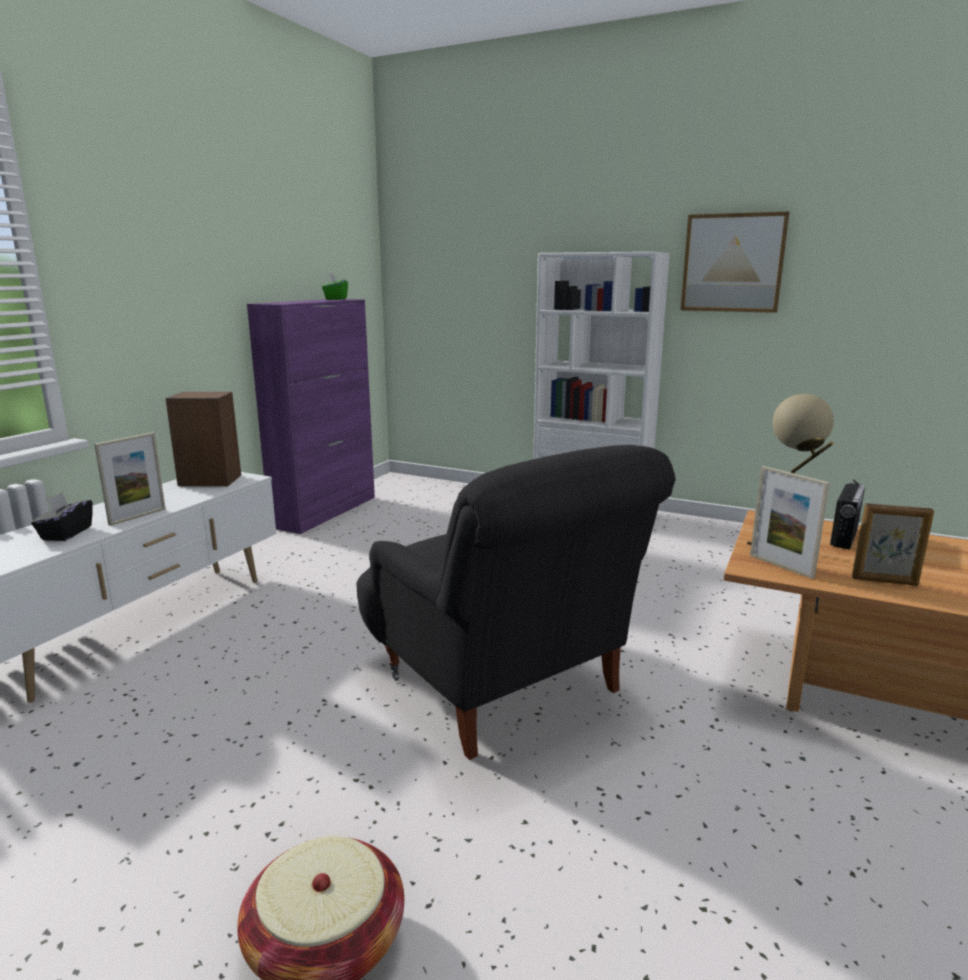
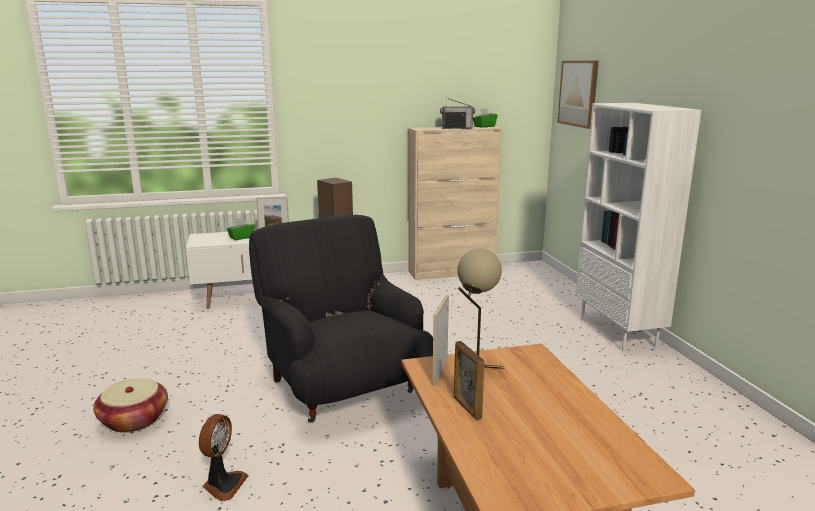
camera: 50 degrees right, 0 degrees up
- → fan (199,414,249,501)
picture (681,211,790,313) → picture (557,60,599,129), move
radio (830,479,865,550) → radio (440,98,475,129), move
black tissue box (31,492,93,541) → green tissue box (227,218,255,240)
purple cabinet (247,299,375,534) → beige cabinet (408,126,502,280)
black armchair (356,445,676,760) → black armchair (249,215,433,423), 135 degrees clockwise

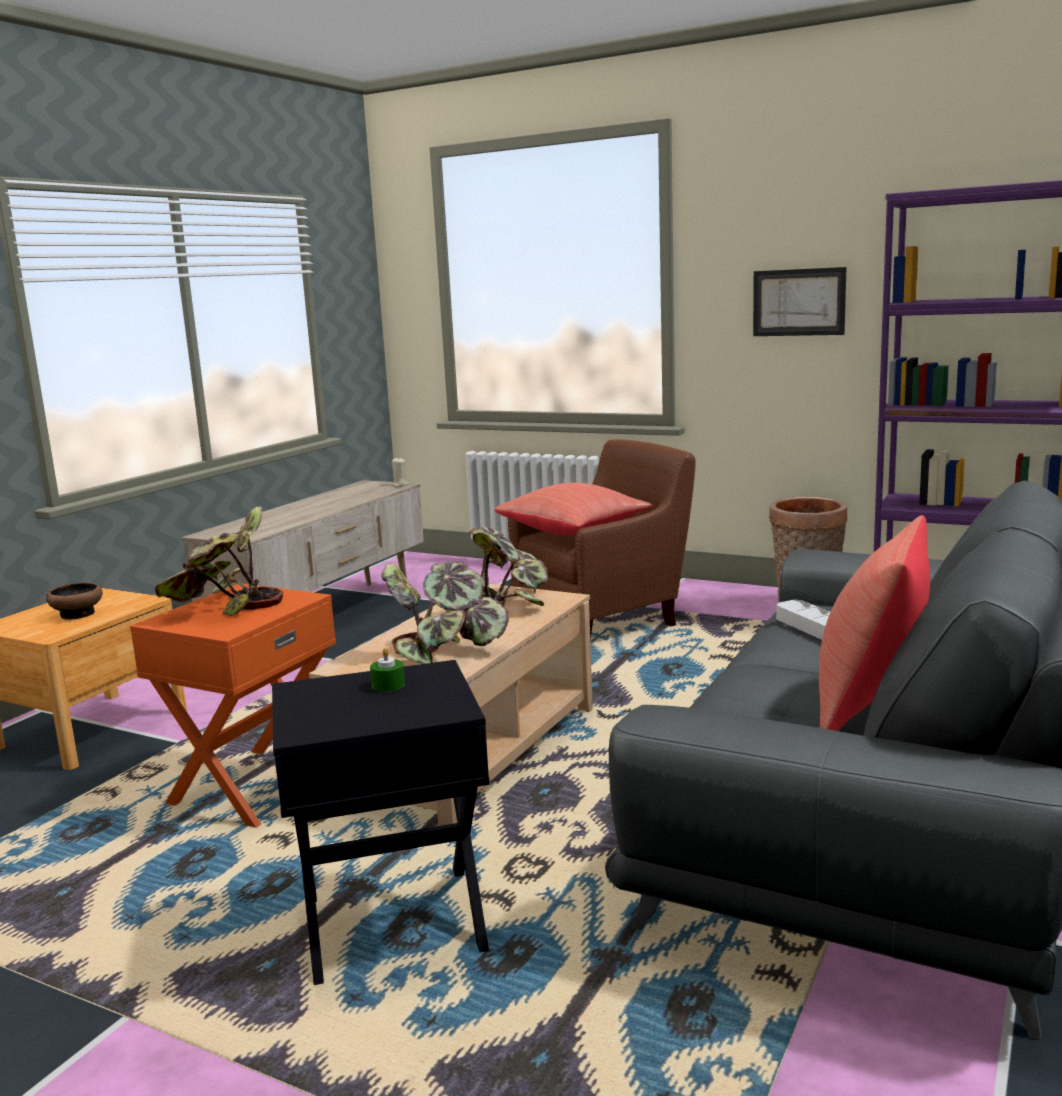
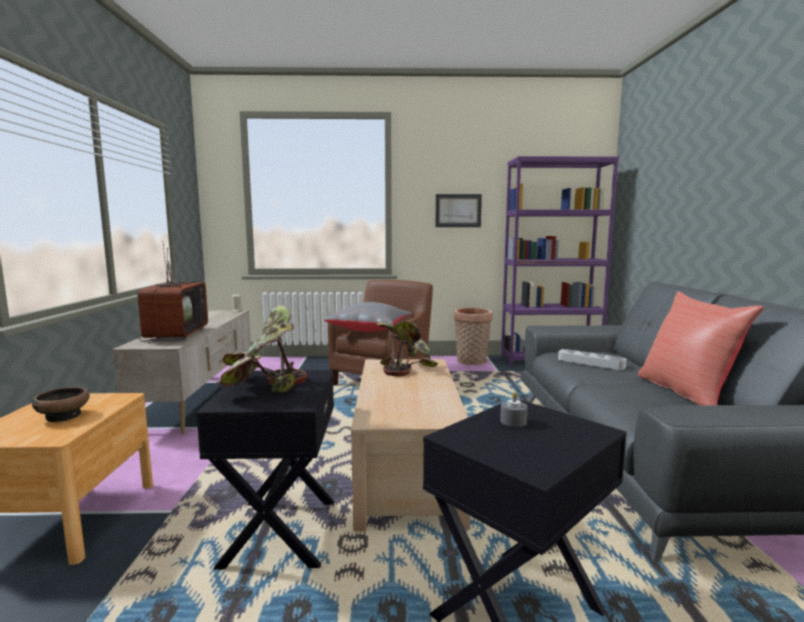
camera: 30 degrees left, 5 degrees down
potted plant (381,561,509,664) → -
- → television (138,241,208,342)
orange side table (130,583,336,828) → black side table (196,370,334,570)
green candle (370,648,405,692) → grey candle (500,392,528,427)
red pillow (494,483,654,535) → grey pillow (324,302,412,332)

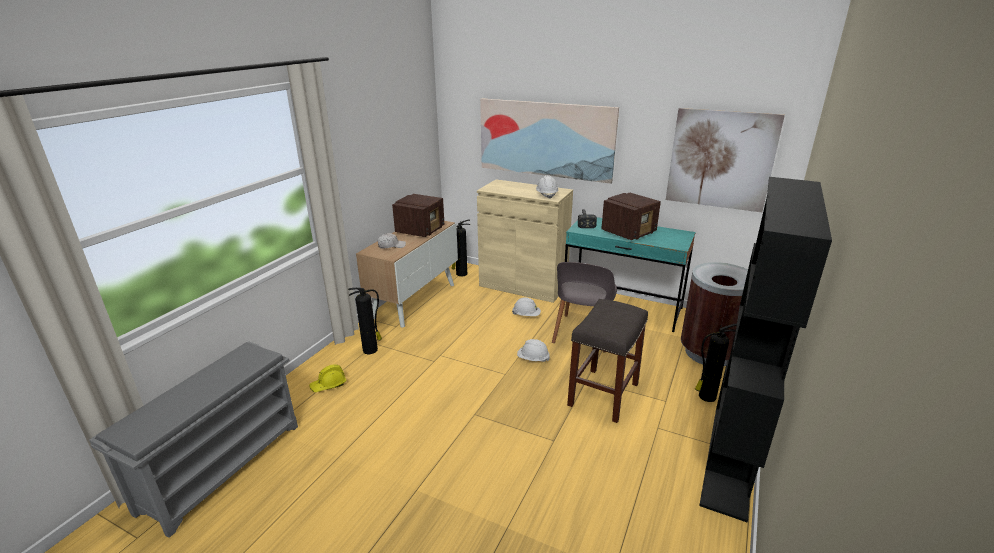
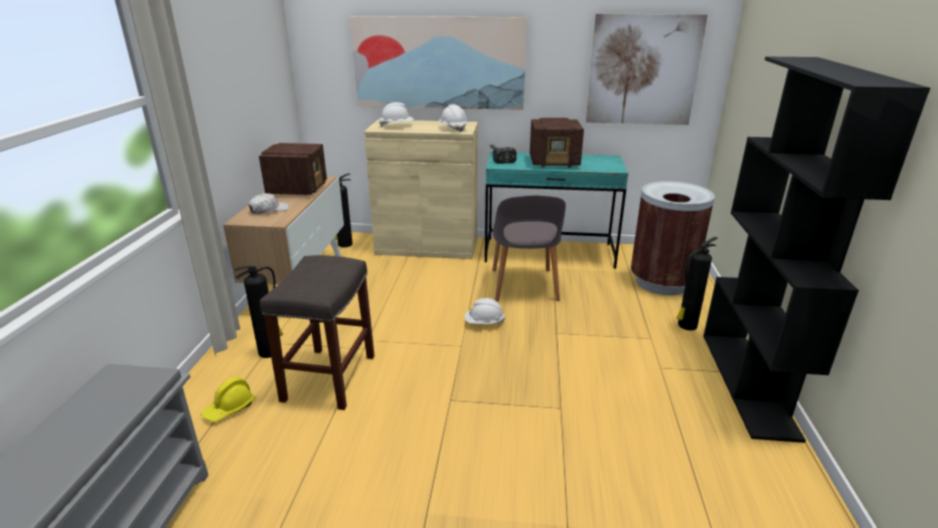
camera: 20 degrees left, 0 degrees up
white hard hat (512,297,541,316) → white hard hat (379,102,414,126), move
grey stool (567,299,648,423) → grey stool (260,255,375,410), move
radio (601,193,661,240) → radio (530,118,584,168), 60 degrees clockwise

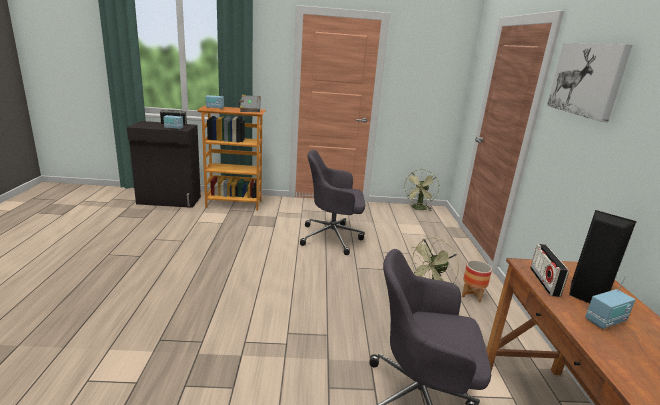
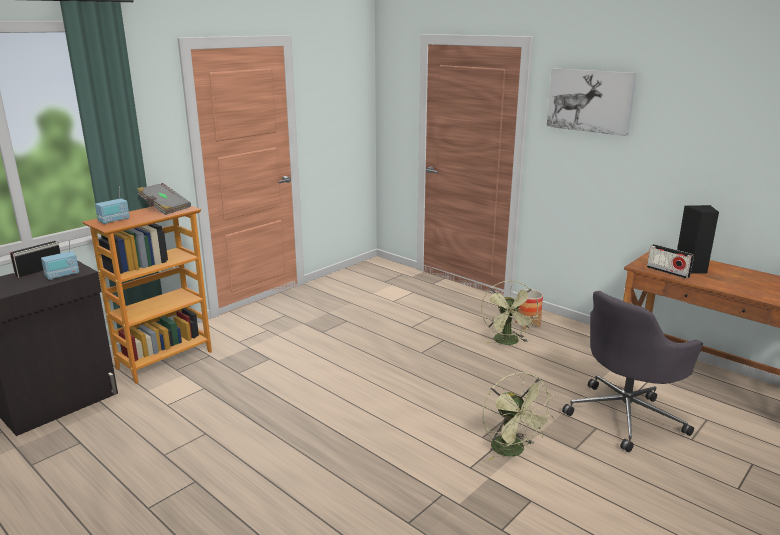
camera: 45 degrees left, 0 degrees up
grey office chair (300,150,365,255) → -
radio (585,276,636,329) → -
green fan (404,169,439,211) → green fan (482,372,555,461), move

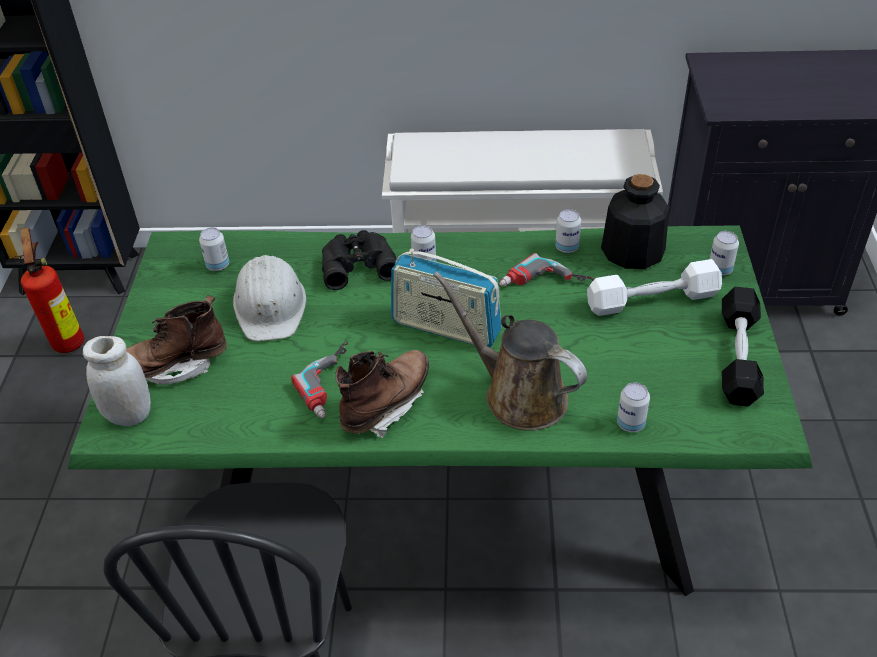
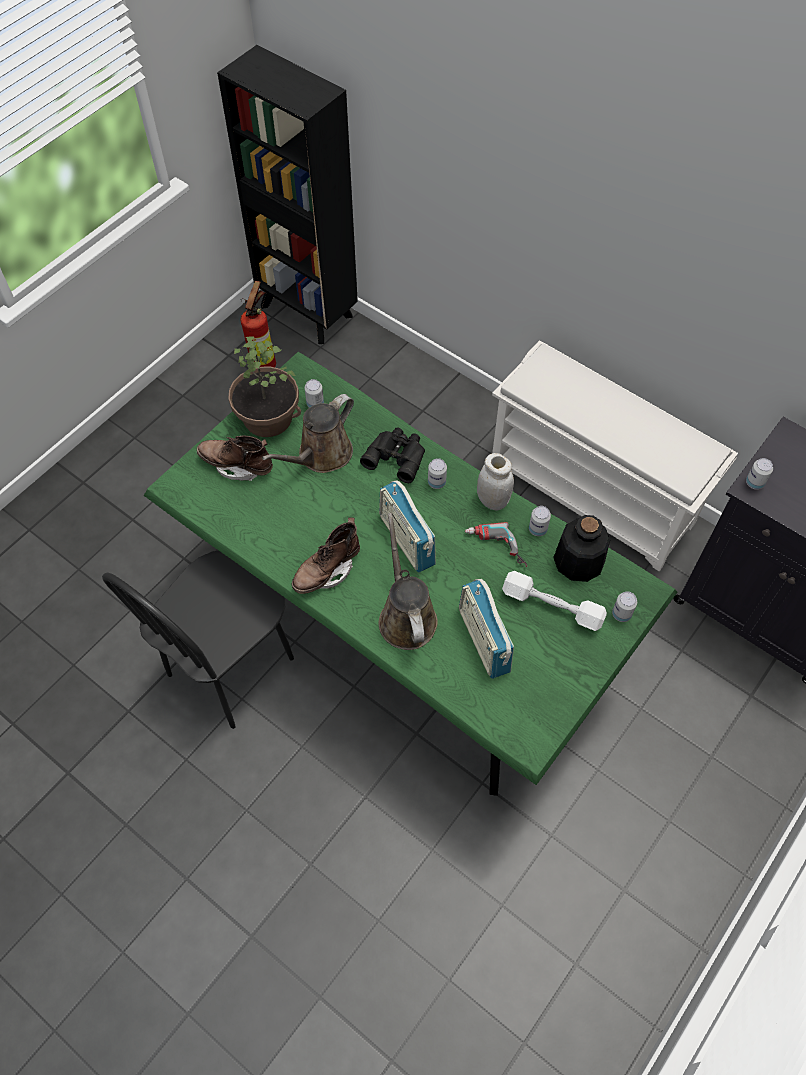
camera: 35 degrees right, 15 degrees up
power drill (291,342,348,418) → -
black dumbbell (722,287,764,407) → -
- → potted plant (228,336,301,437)
- → radio (459,579,514,679)
white jar (83,336,151,426) → white jar (477,453,514,511), move
can (617,382,650,432) → can (746,458,773,490), move
white hard hat (233,255,306,341) → brown watering can (262,394,354,473)
brown boot (336,350,429,438) → brown boot (291,517,360,594), 150 degrees clockwise

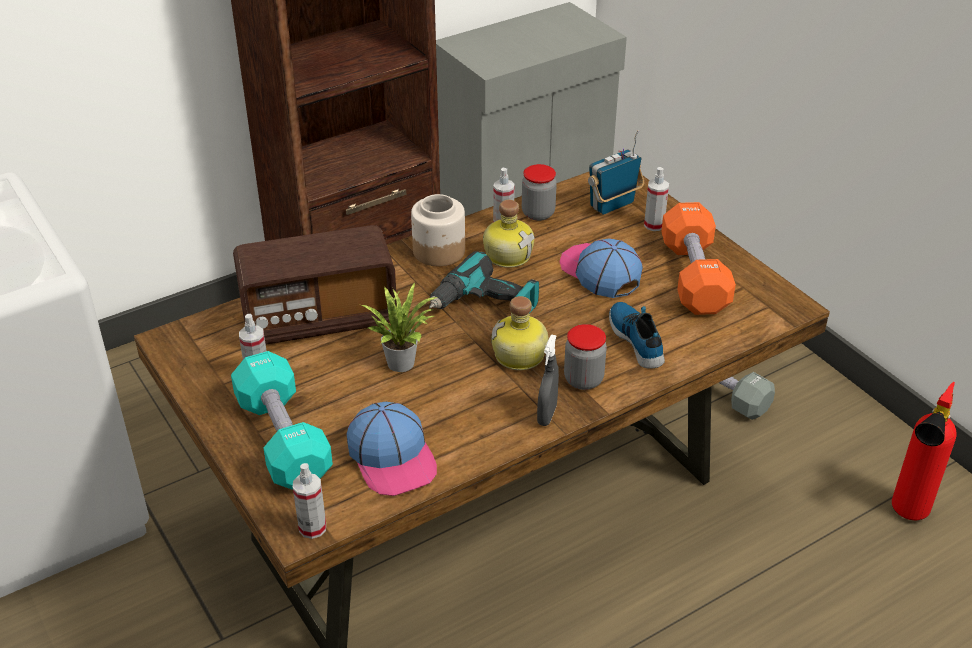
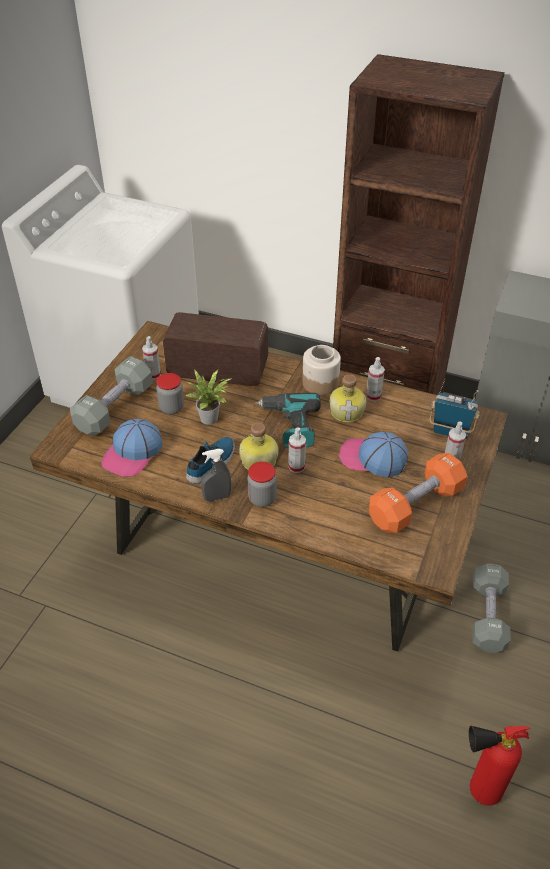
camera: 55 degrees right, 5 degrees up
spray bottle (293,463,326,539) → spray bottle (288,427,306,473), move
jar (522,164,557,221) → jar (156,373,184,414), move
shoe (609,302,665,369) → shoe (186,437,235,484), move
turquoise dumbbell (231,351,333,490) → grey dumbbell (70,356,153,436)
radio (233,225,397,345) → radio (163,312,268,386), 150 degrees clockwise
cap (559,238,643,298) → cap (339,431,408,478), 90 degrees counterclockwise

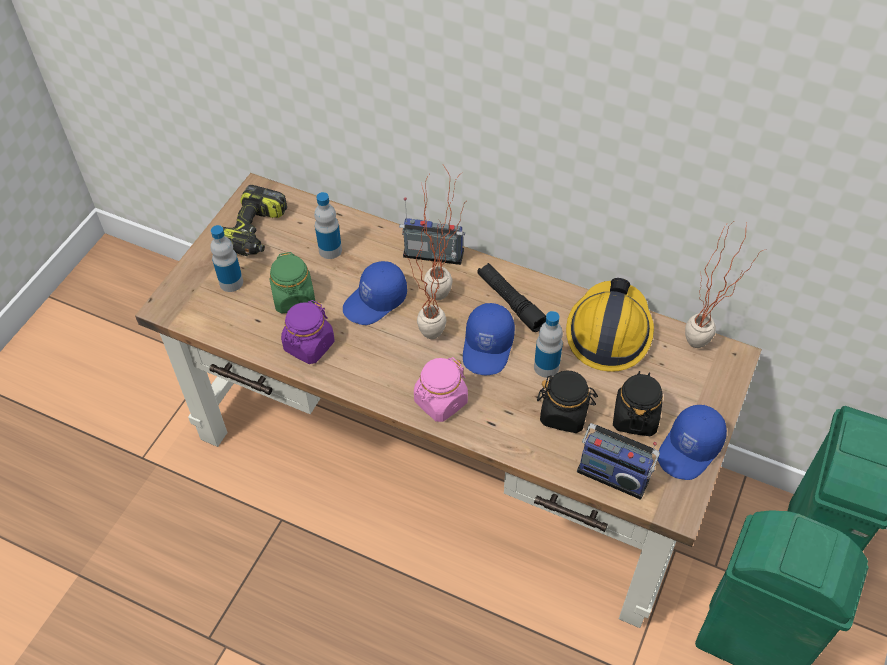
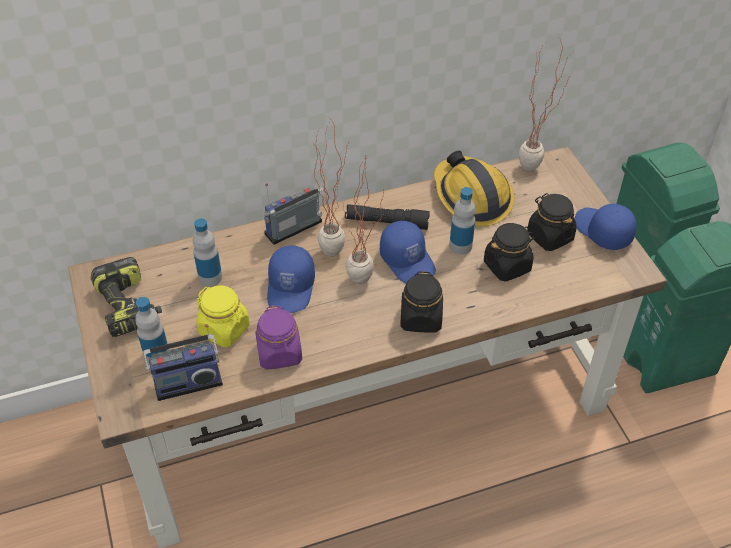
camera: 45 degrees left, 5 degrees down
radio (577,423,660,500) → radio (143,324,223,401), move
green jar (270,252,316,313) → yellow jar (196,285,250,347)
pink jar (414,357,468,422) → black jar (400,271,443,332)
blue cap (658,405,727,480) → blue cap (574,203,636,250), 150 degrees clockwise

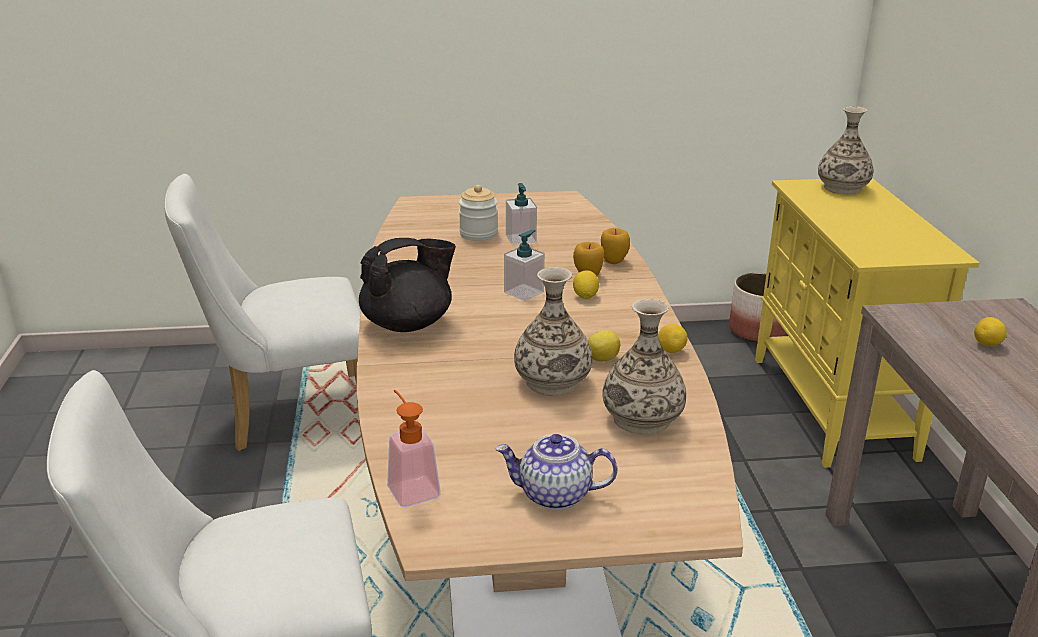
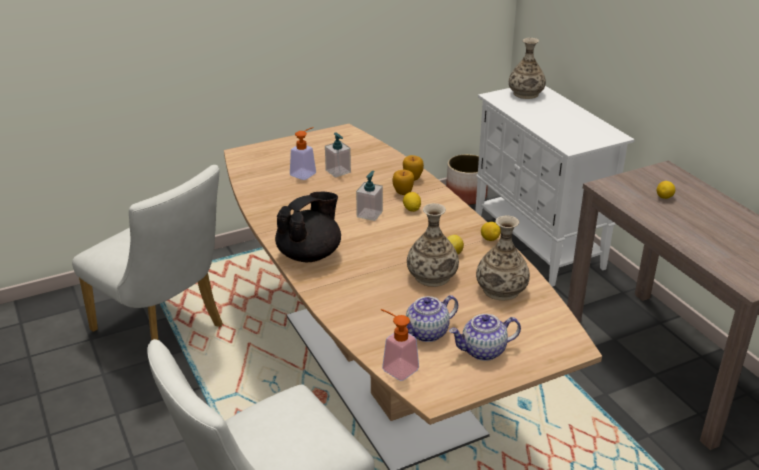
camera: 20 degrees left, 5 degrees up
- → teapot (406,295,458,342)
jar (459,185,498,241) → soap dispenser (290,127,316,180)
yellow cabinet (755,178,979,468) → white cabinet (475,86,635,287)
white chair (165,174,360,451) → white chair (72,165,223,341), 105 degrees counterclockwise

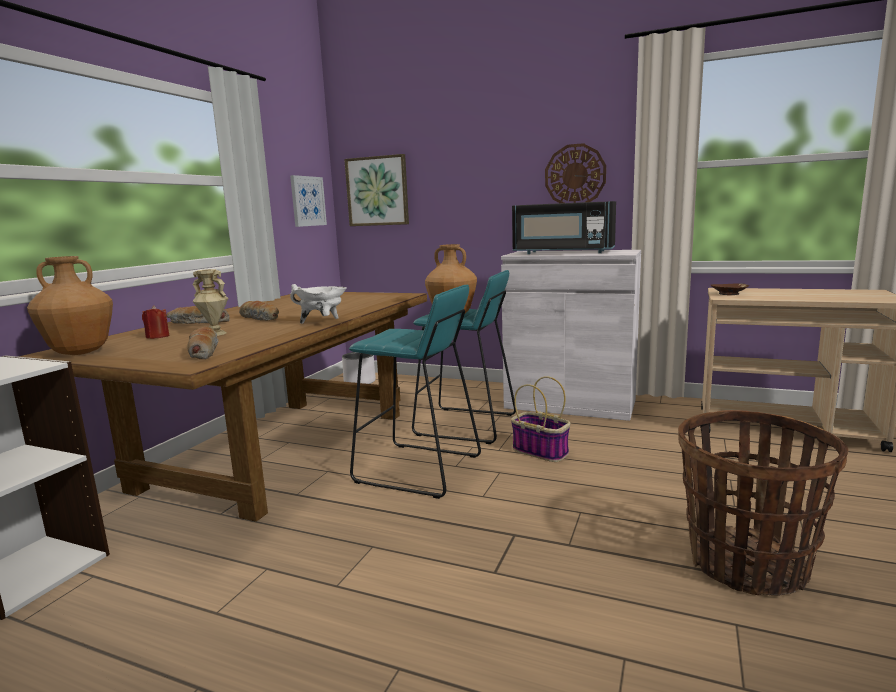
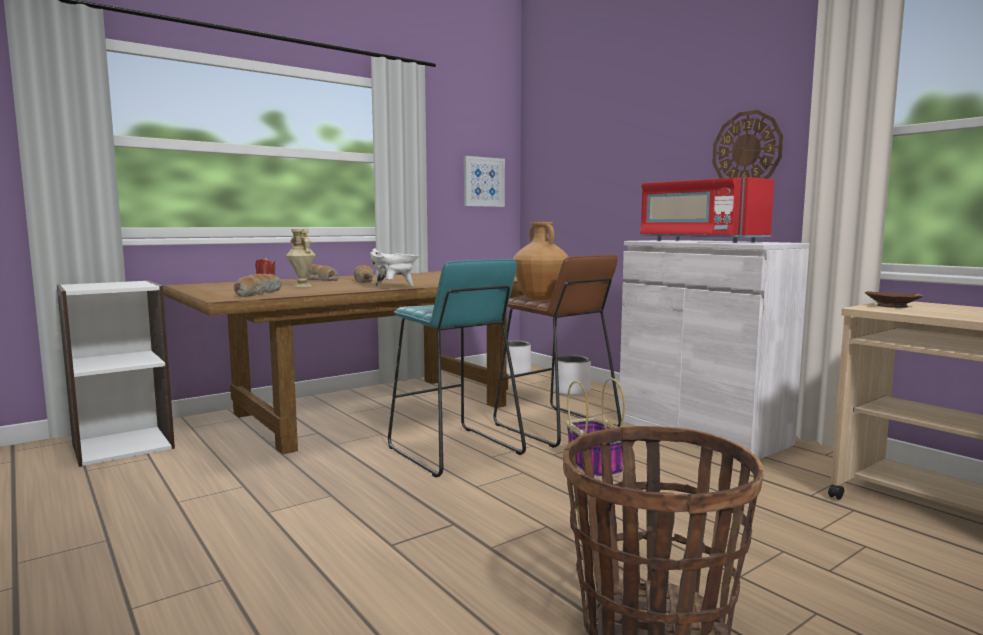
camera: 30 degrees right, 5 degrees down
brown vase (27,256,113,355) → -
picture (344,154,409,226) → -
- → white planter (553,355,591,396)
turquoise stool (412,270,516,444) → brown stool (494,255,621,448)
black microwave (512,201,616,254) → red microwave (640,177,774,243)

